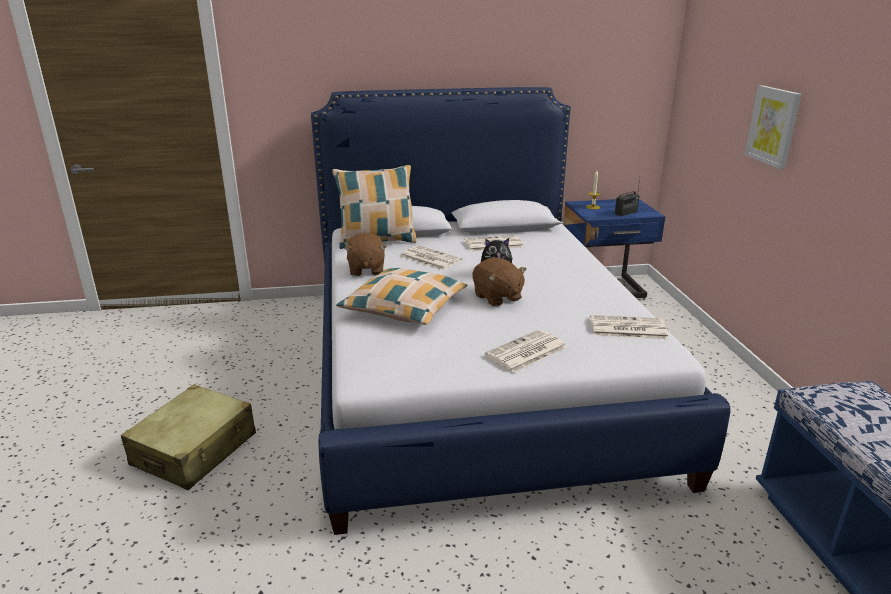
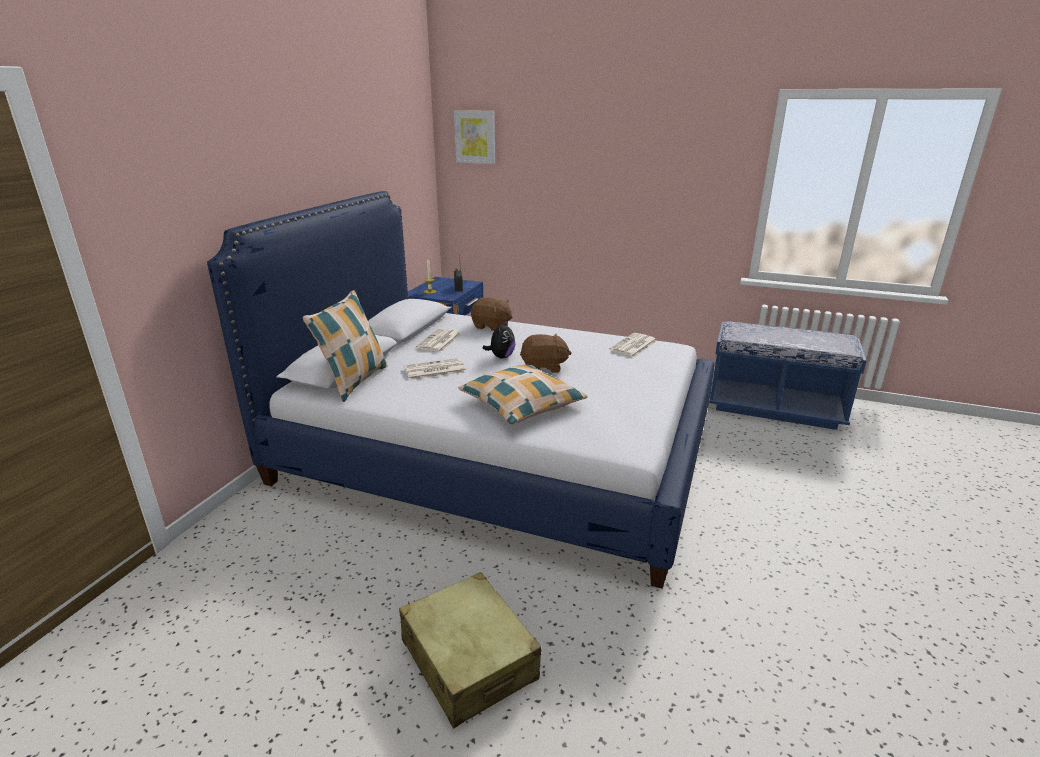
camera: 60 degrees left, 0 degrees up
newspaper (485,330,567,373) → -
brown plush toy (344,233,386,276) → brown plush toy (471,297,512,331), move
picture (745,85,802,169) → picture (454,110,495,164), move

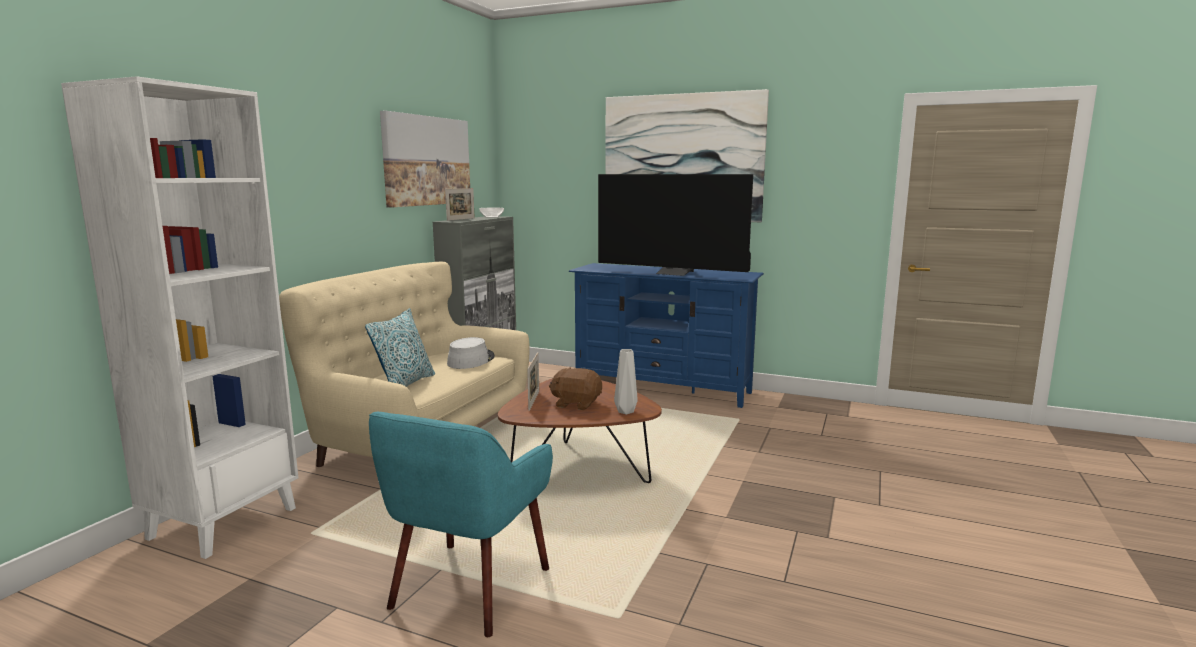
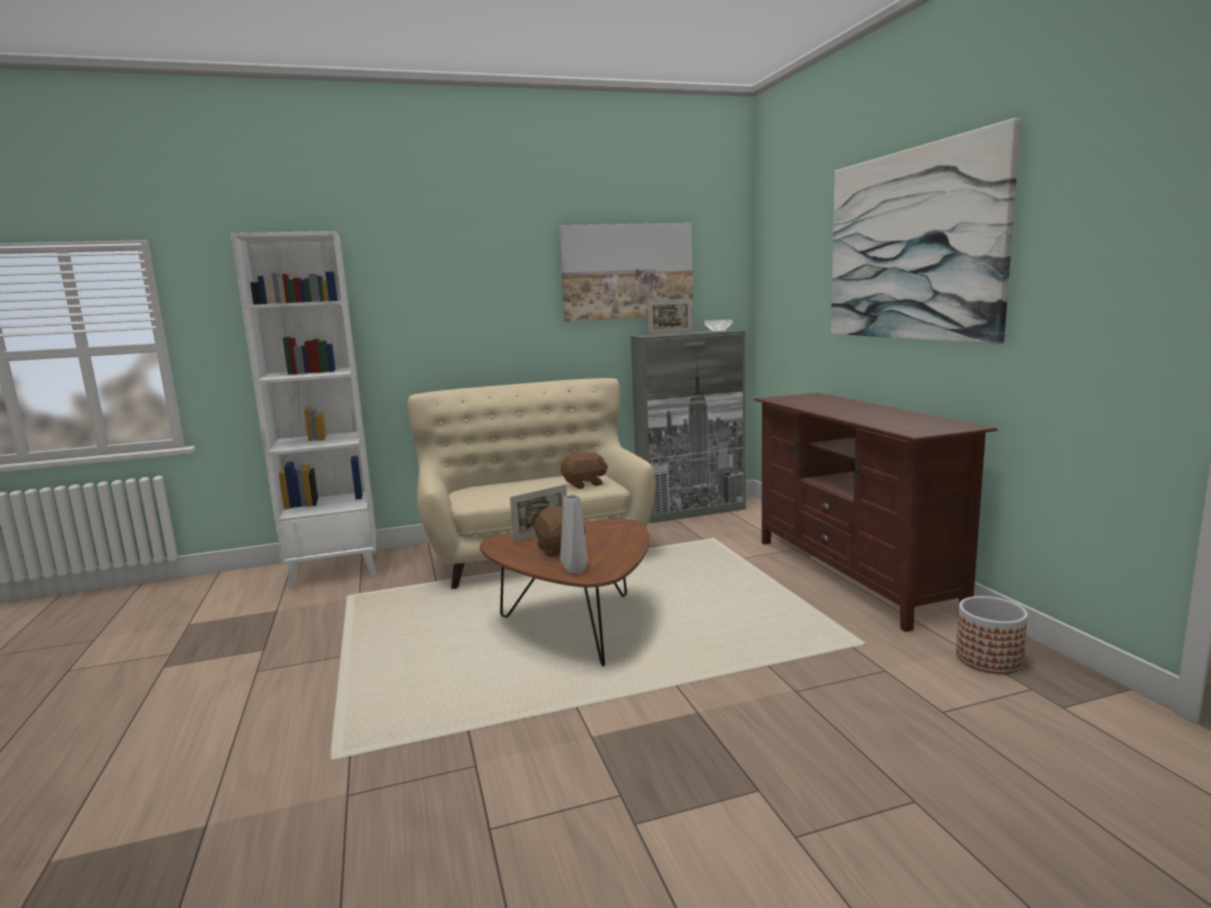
camera: 50 degrees right, 0 degrees up
pillow (365,308,435,387) → -
turquoise armchair (369,412,553,637) → -
television (598,174,753,276) → -
- → planter (956,596,1028,674)
grey hat (447,337,495,369) → brown plush toy (561,452,608,489)
blue tv stand (569,263,764,408) → brown tv stand (754,392,998,632)

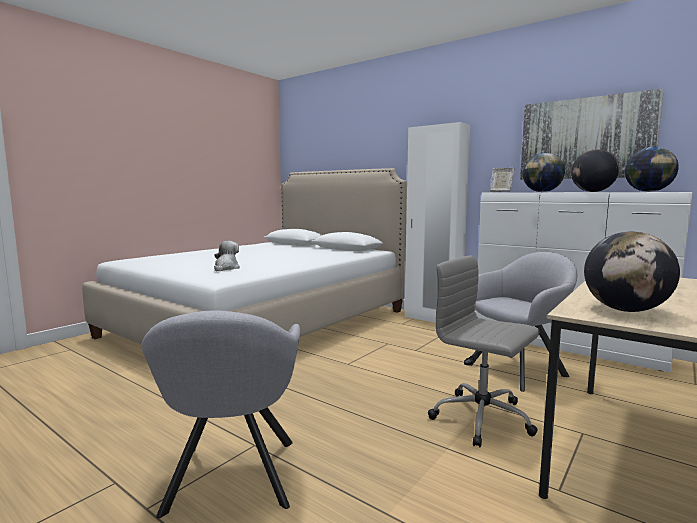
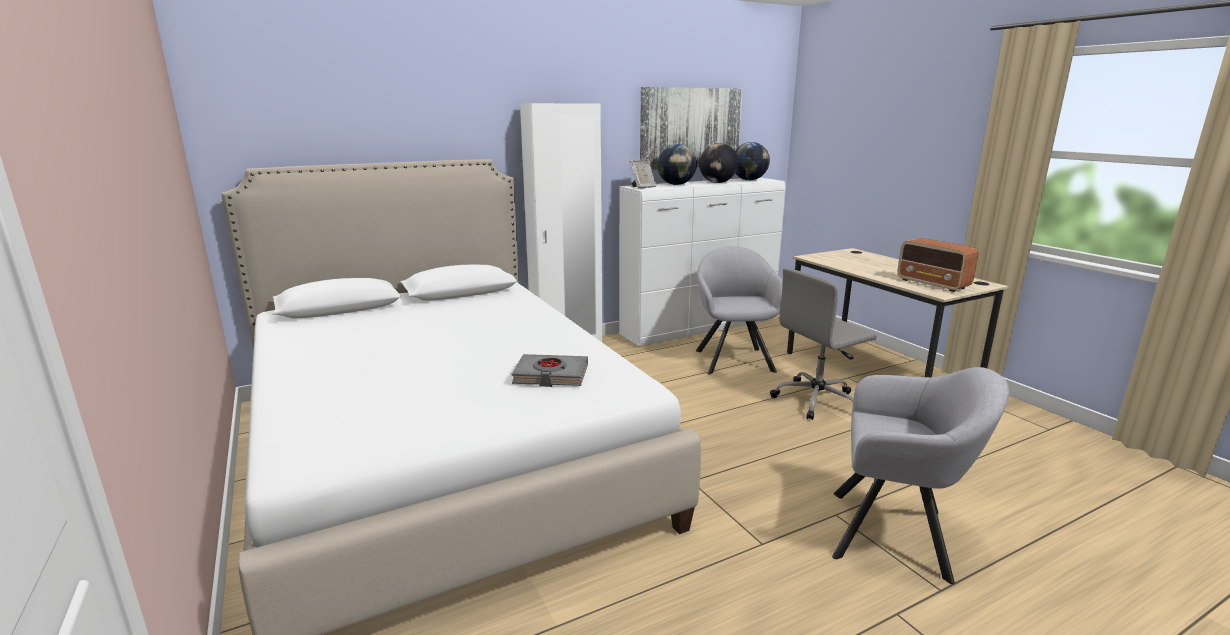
camera: 65 degrees left, 10 degrees up
plush toy (214,241,240,271) → grey book (511,354,588,387)
globe (584,232,680,312) → radio (898,238,978,292)

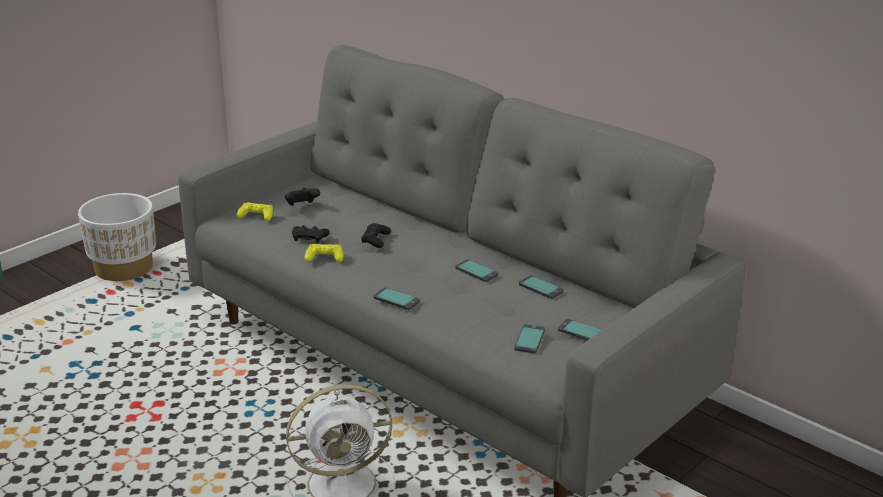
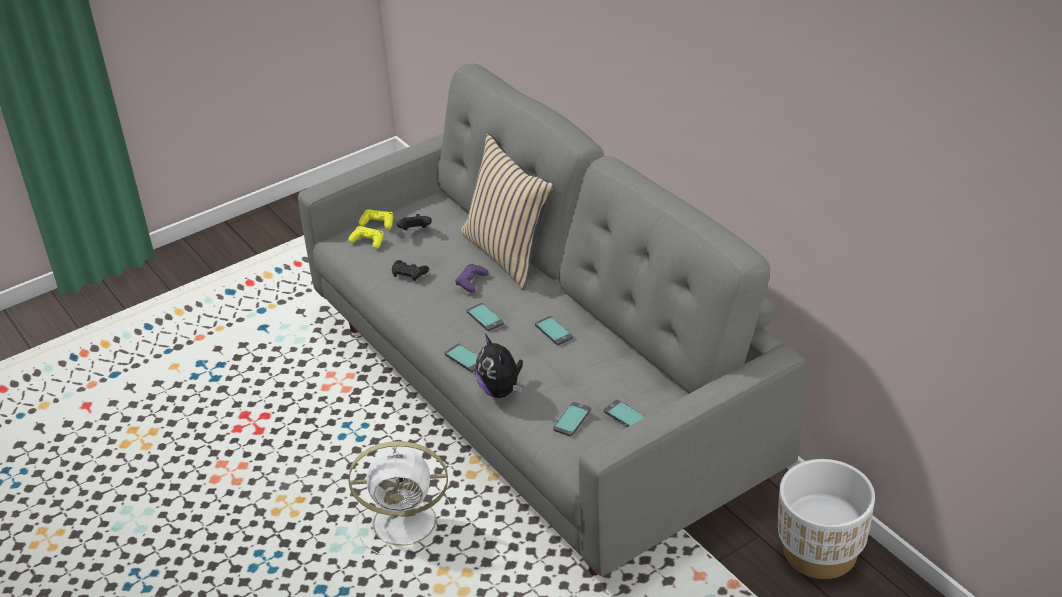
camera: 15 degrees right, 10 degrees up
- → beige pillow (461,134,555,290)
- → plush toy (475,334,523,398)
white planter (78,193,156,281) → white planter (778,459,875,579), move
yellow game controller (305,244,343,263) → yellow game controller (359,209,393,229), move
phone (519,275,564,299) → phone (467,303,504,331), move
black game controller (361,223,391,248) → purple game controller (455,264,489,293)

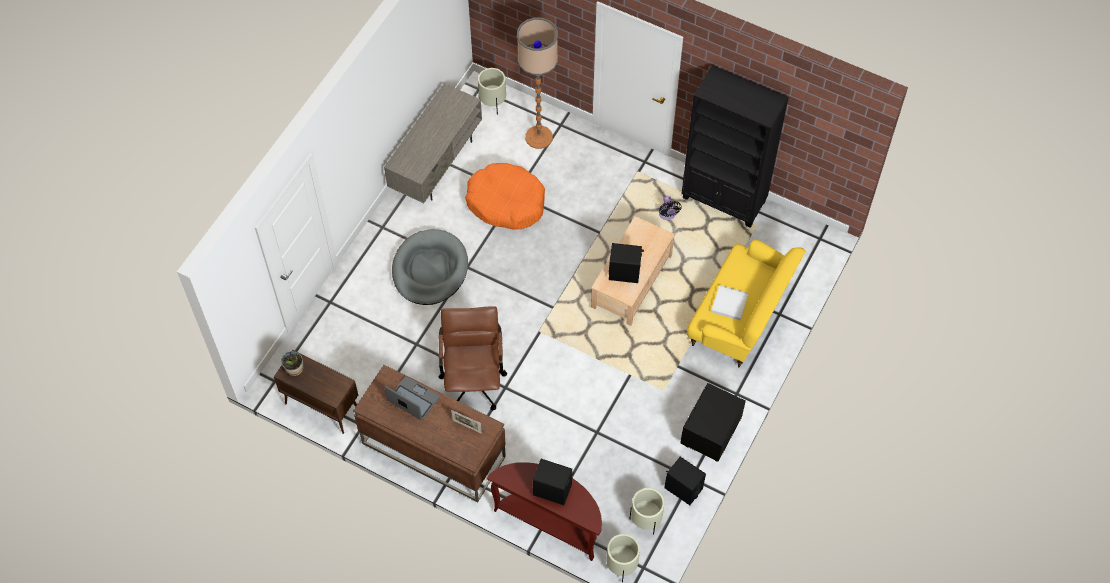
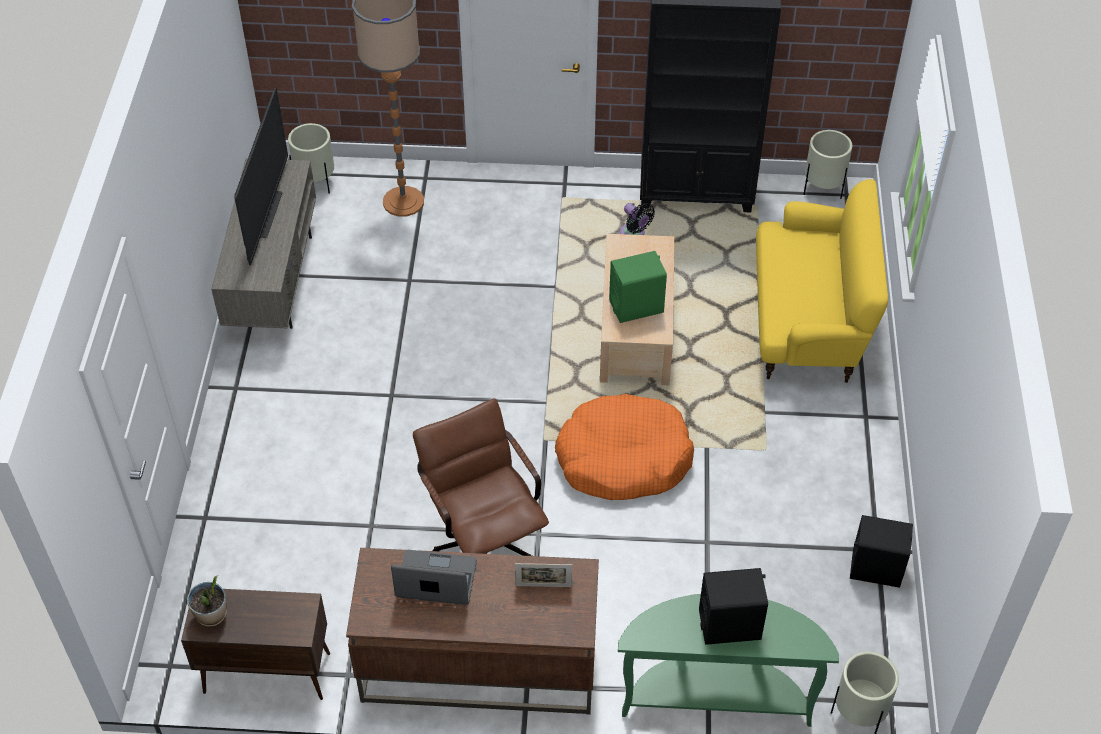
camera: 25 degrees left, 10 degrees down
grey dog bed (392,229,468,305) → -
black nightstand (680,383,746,461) → -
white tray (711,285,749,320) → -
- → television (234,88,288,265)
orange dog bed (465,163,545,229) → orange dog bed (555,394,694,500), move
beige planter (629,488,664,535) → beige planter (803,130,852,199), move
brown console table (487,462,602,561) → green console table (618,594,839,727)
black speaker (609,243,644,283) → green speaker (609,251,667,323)

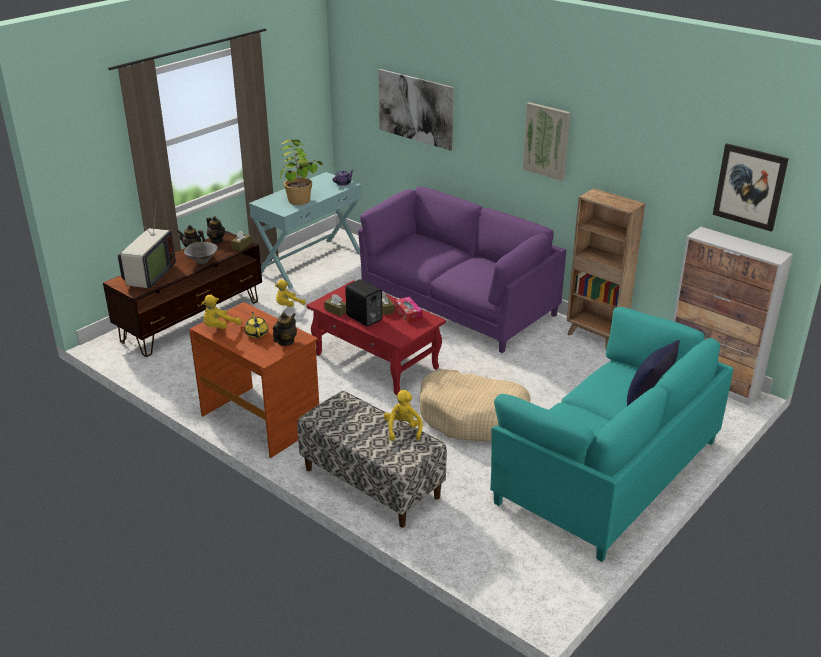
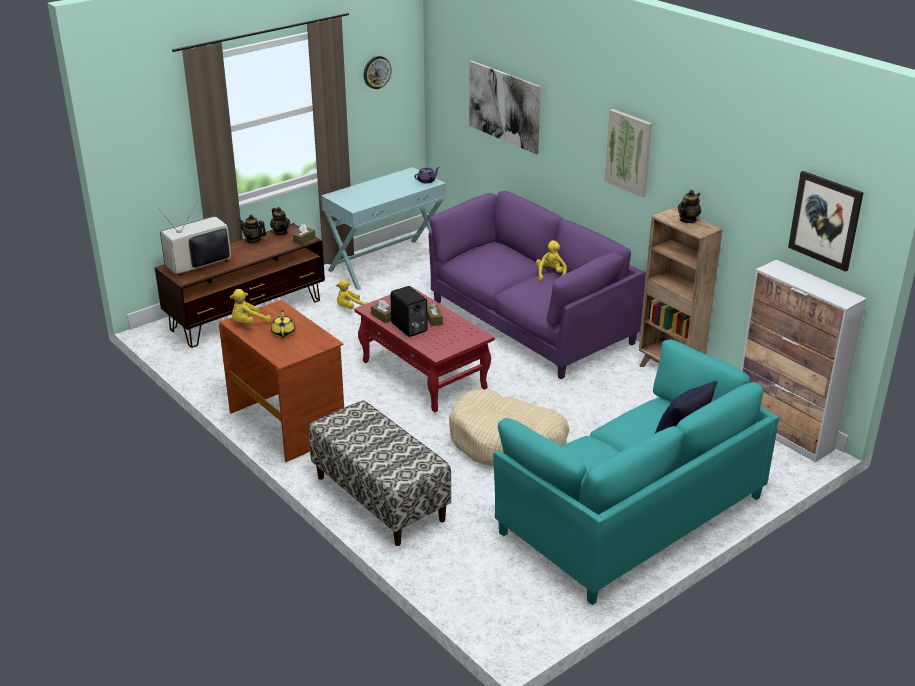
camera: 10 degrees right, 0 degrees up
grey bowl (184,242,218,264) → -
potted plant (280,139,322,205) → -
tissue box (395,297,422,323) → -
- → wall clock (364,56,392,89)
teapot (273,312,297,346) → teapot (678,190,701,223), move
yellow plush toy (384,390,423,441) → yellow plush toy (536,240,567,281), move
television (118,201,176,290) → television (158,203,231,276), 150 degrees counterclockwise

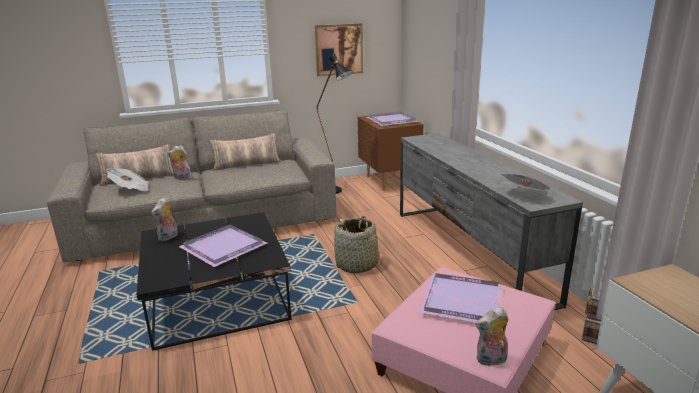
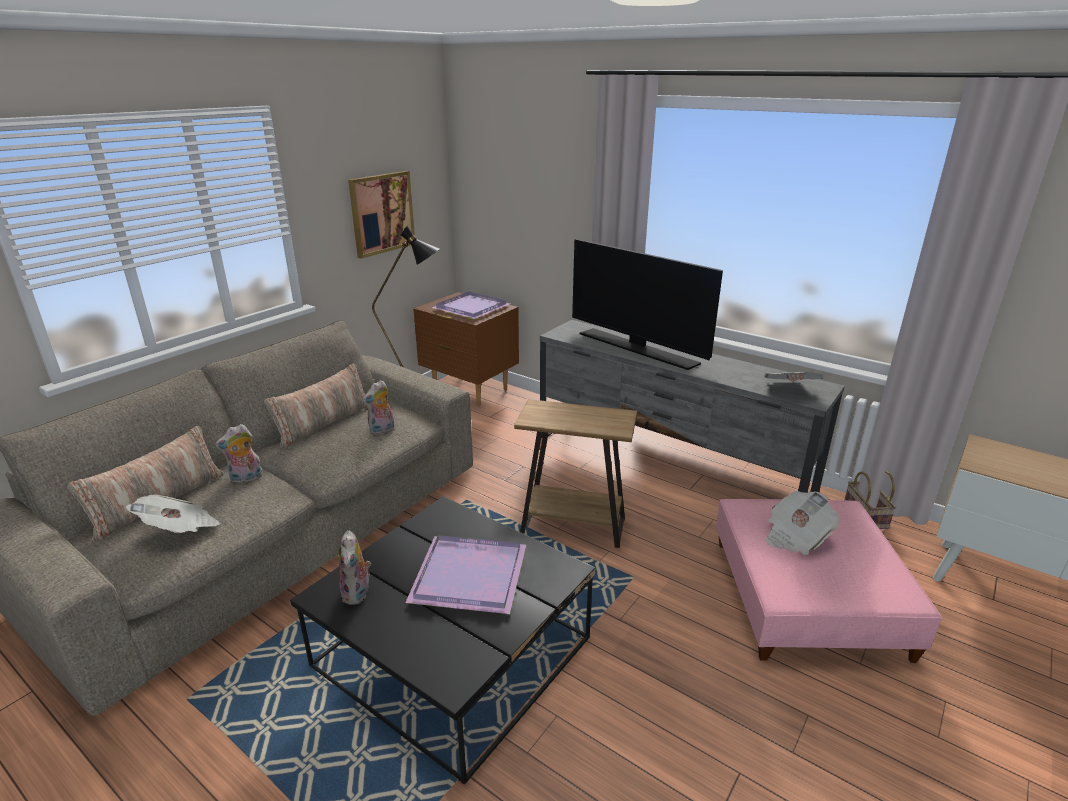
camera: 35 degrees left, 5 degrees up
- → television (572,239,723,370)
plush toy (476,306,508,366) → plush toy (362,380,394,435), move
basket (334,216,383,273) → brown side table (514,399,637,548)
purple tray (419,273,503,322) → newspaper (766,491,839,555)

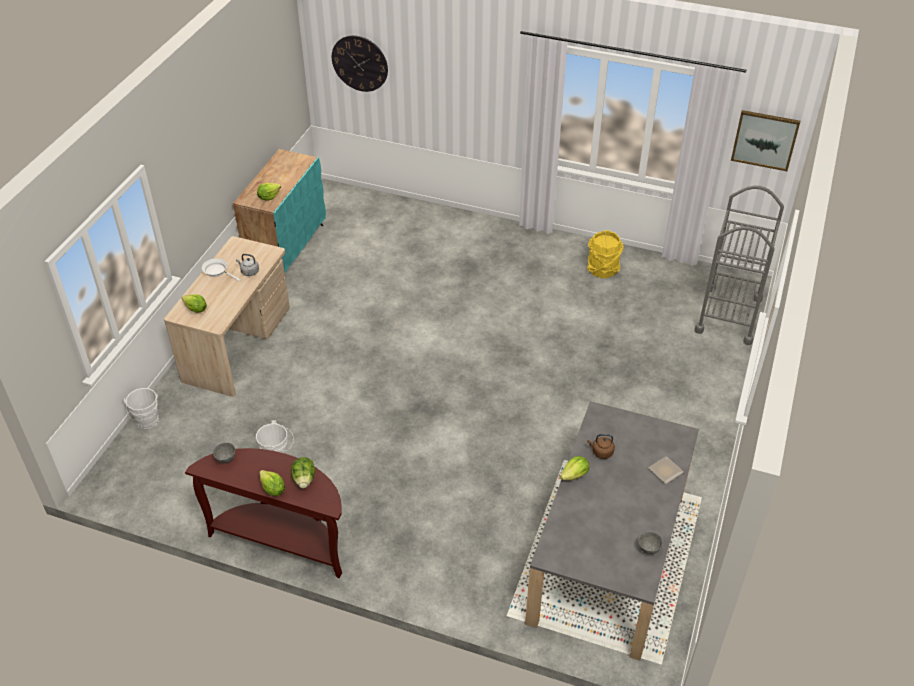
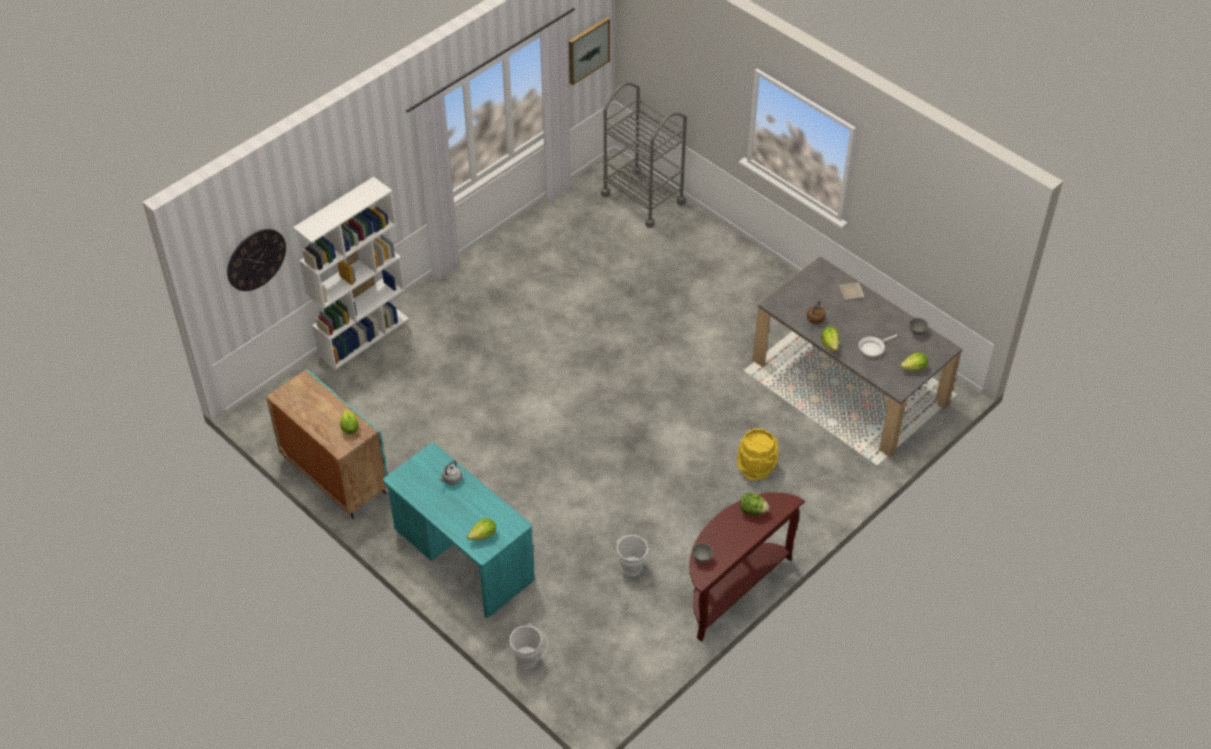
camera: 65 degrees left, 5 degrees up
- → white bookcase (293,177,409,370)
white frying pan (202,258,240,281) → white frying pan (859,335,897,357), move
lettuce (259,470,285,496) → lettuce (900,352,928,371), move
yellow bucket (587,230,624,278) → yellow bucket (737,429,779,481), move
beige desk (164,236,290,397) → turquoise desk (383,443,535,618)

